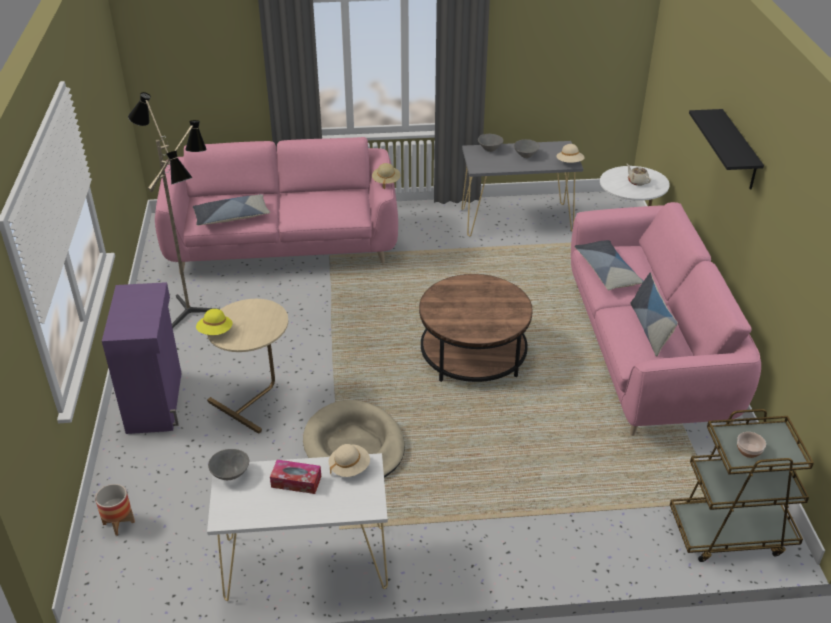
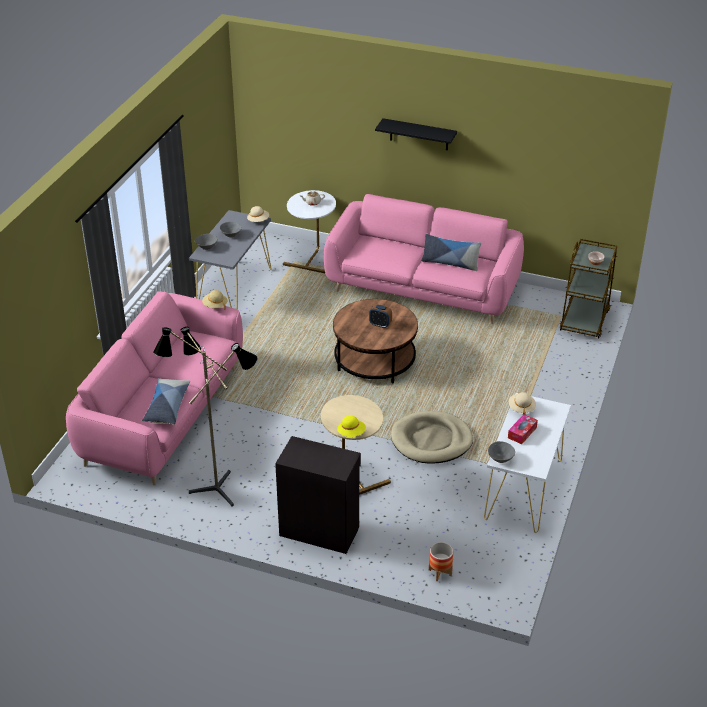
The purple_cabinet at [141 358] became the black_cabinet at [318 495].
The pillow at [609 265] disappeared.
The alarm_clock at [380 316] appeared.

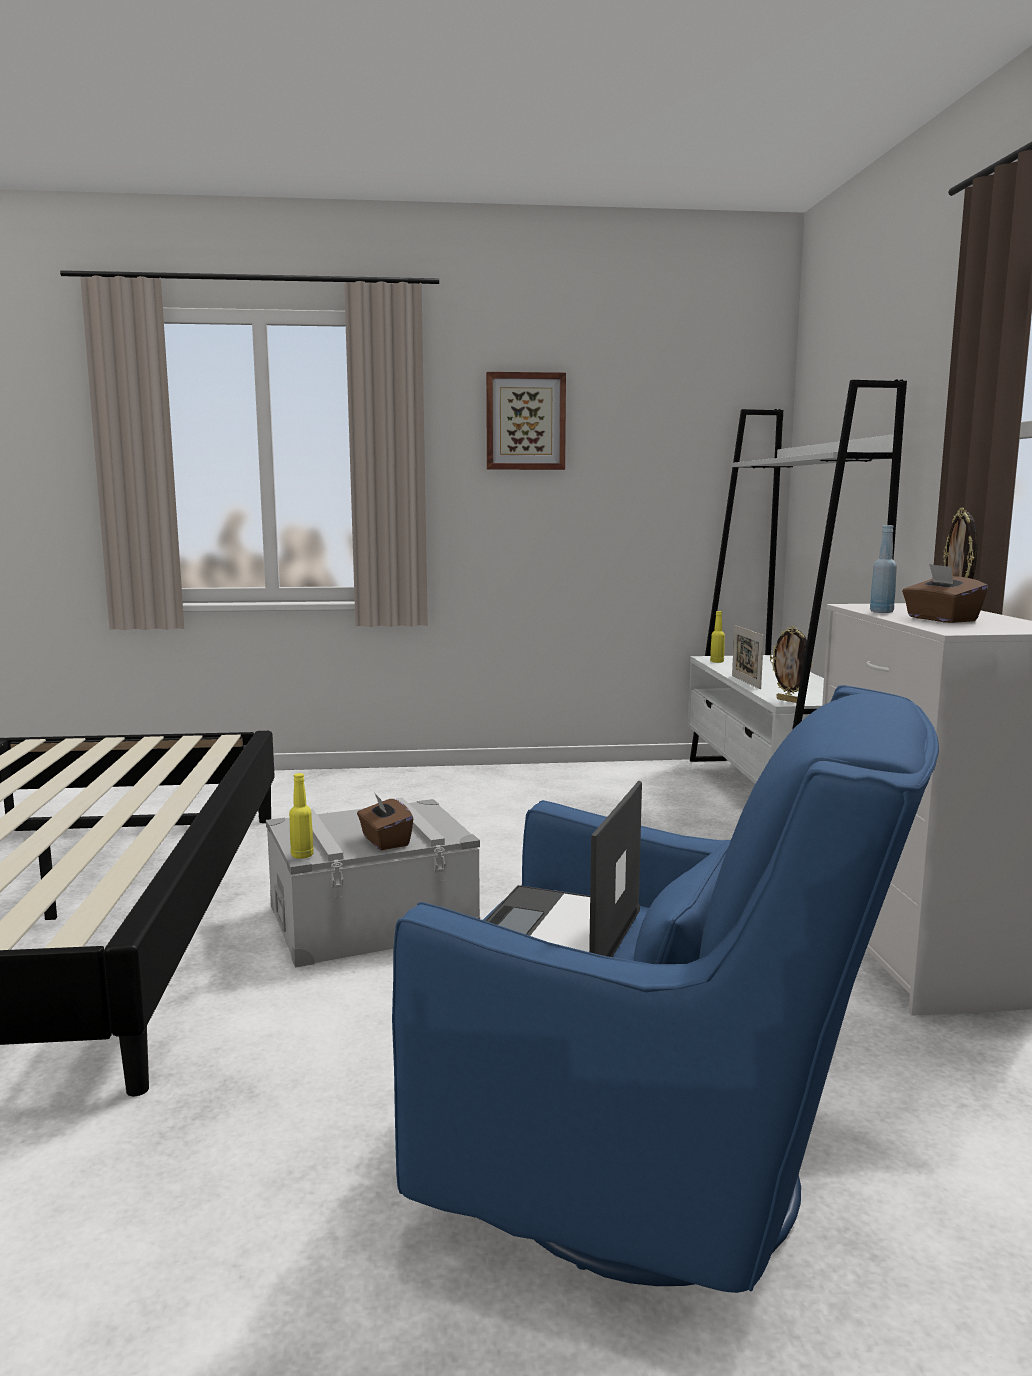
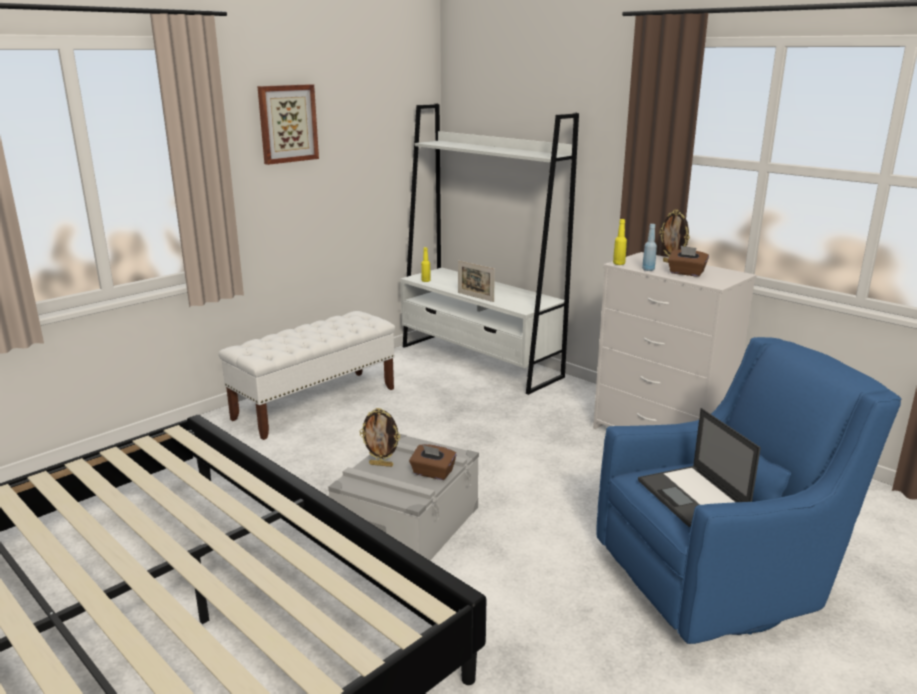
The yellow_bottle moved from [301 816] to [620 242].
The picture_frame moved from [791 664] to [380 437].
The white_bench at [307 375] appeared.

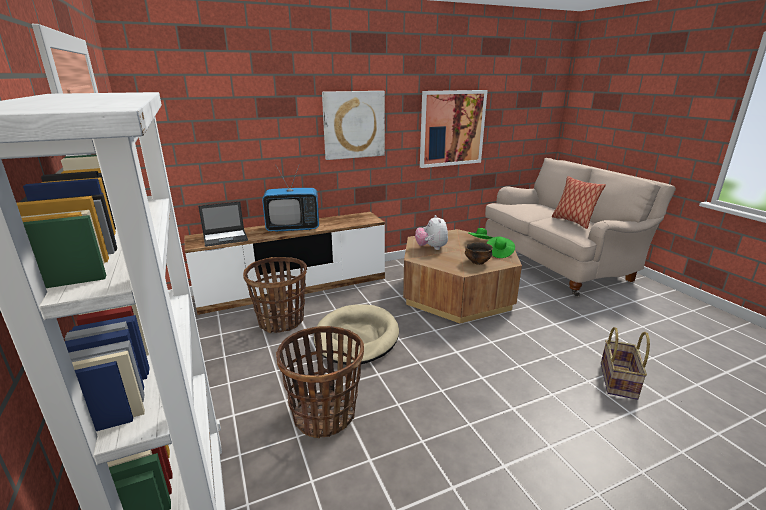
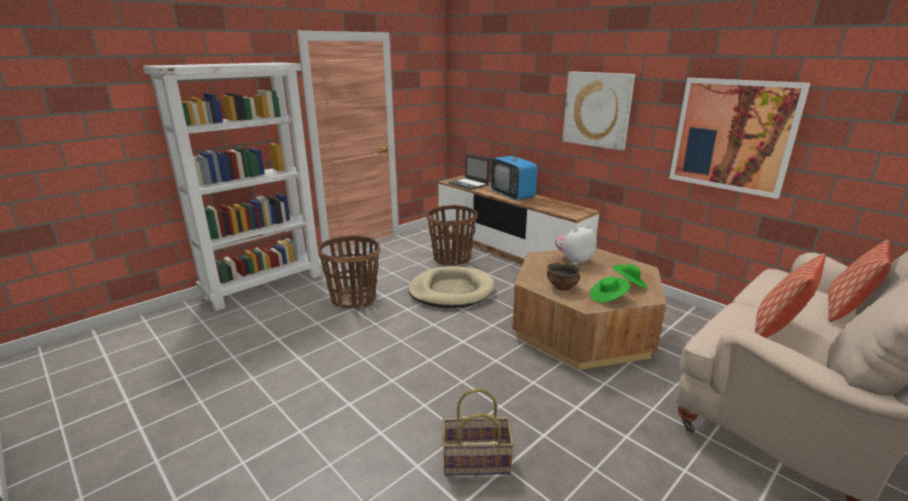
The pillow at [860 281] appeared.

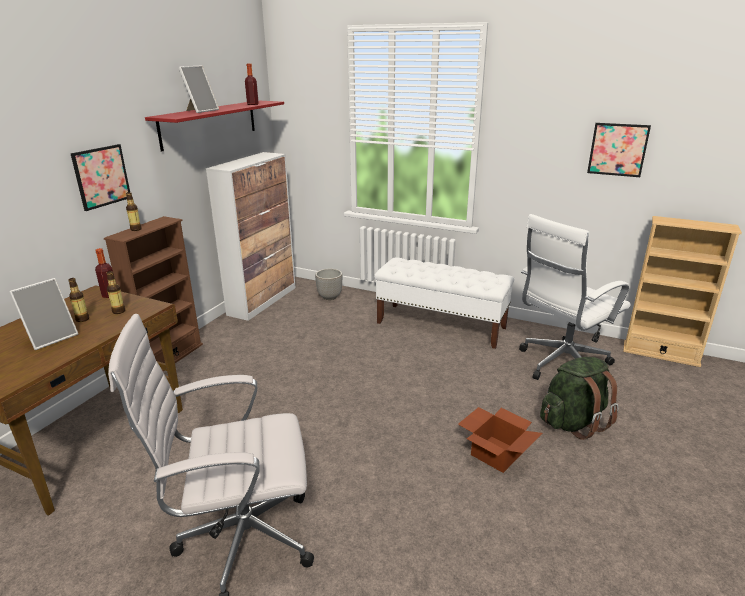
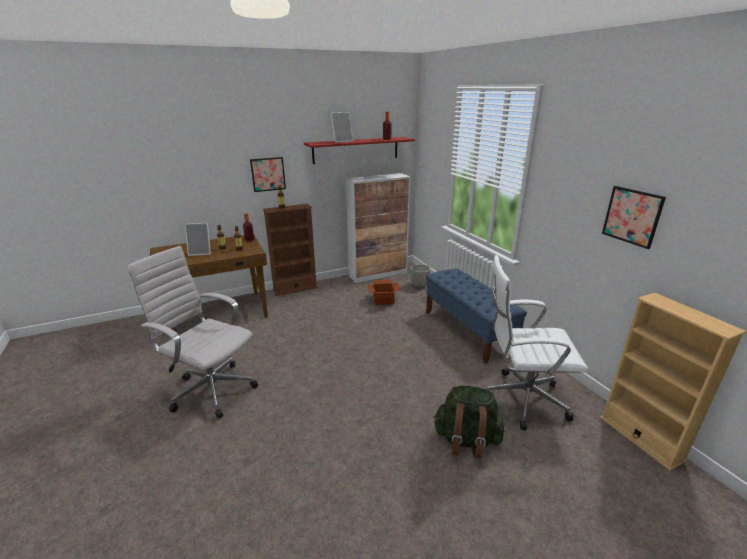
The white_bench at [444 303] became the blue_bench at [476 316].
The cardboard_box moved from [500 440] to [384 292].

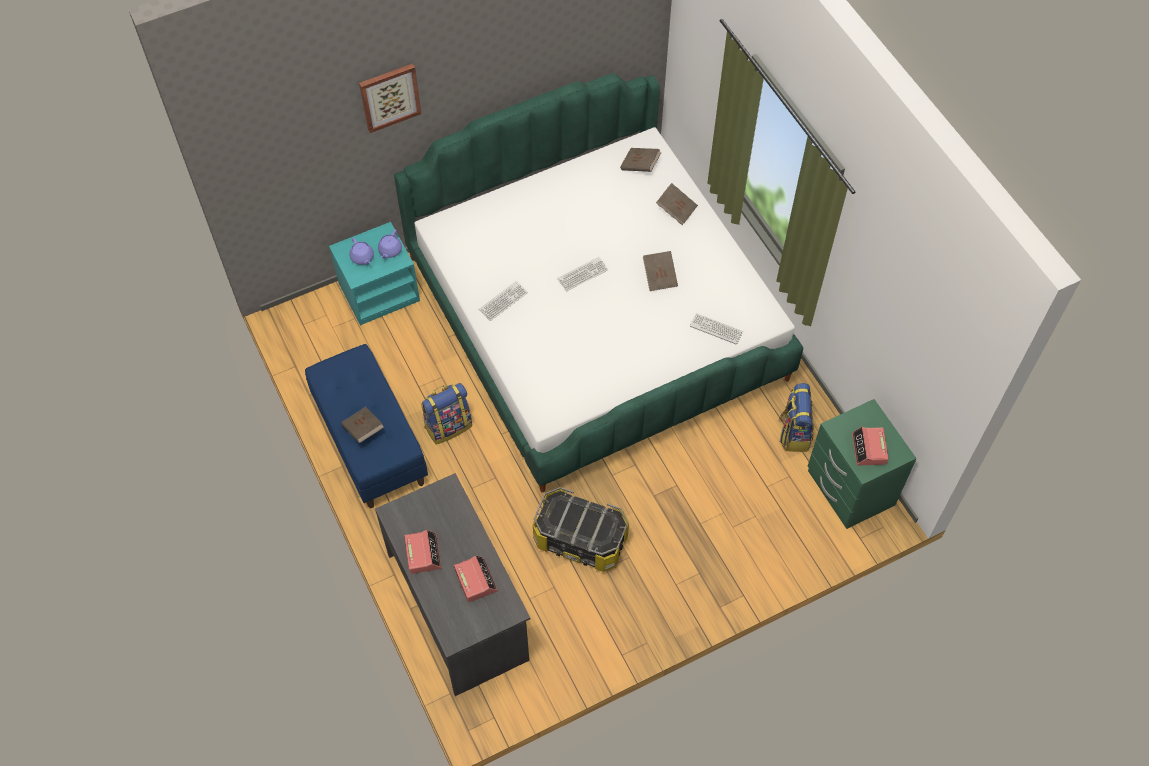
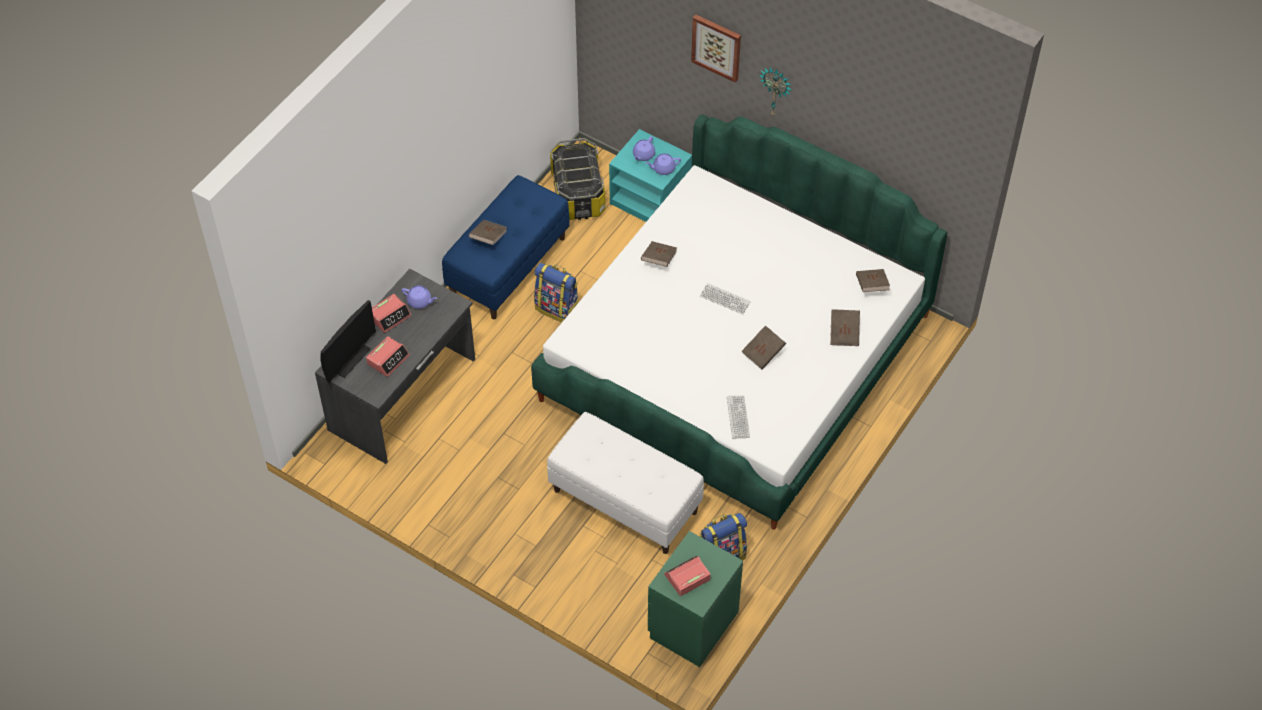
The keyboard at [503 301] was replaced by the brown_book at [659 254].
The storage_box moved from [581 529] to [578 179].
The monitor at [348 341] appeared.
The purple_teapot at [419 297] appeared.
The white_bench at [625 483] appeared.
The wall_clock at [775 92] appeared.

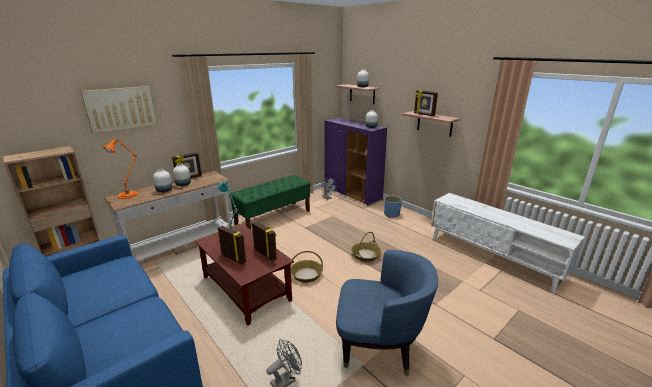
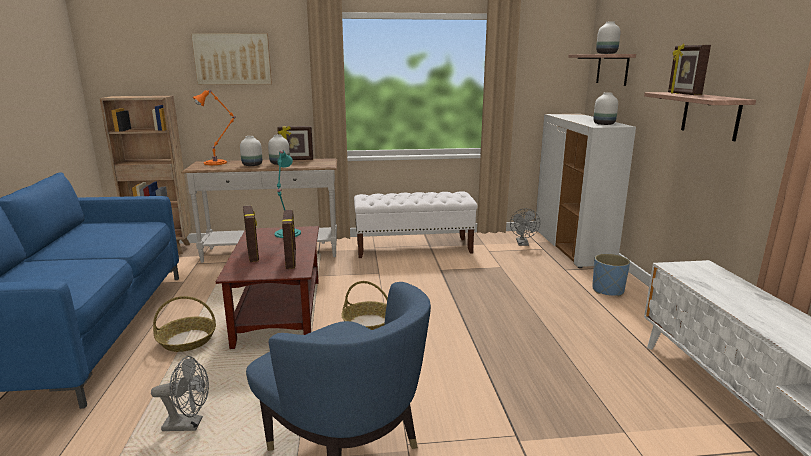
The green_bench at [270 202] became the white_bench at [416 224].
The purple_cabinet at [355 161] became the white_cabinet at [585 191].
The basket moved from [366 247] to [184 324].

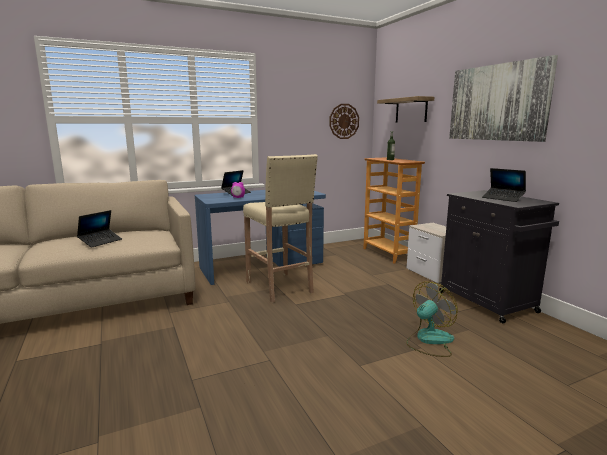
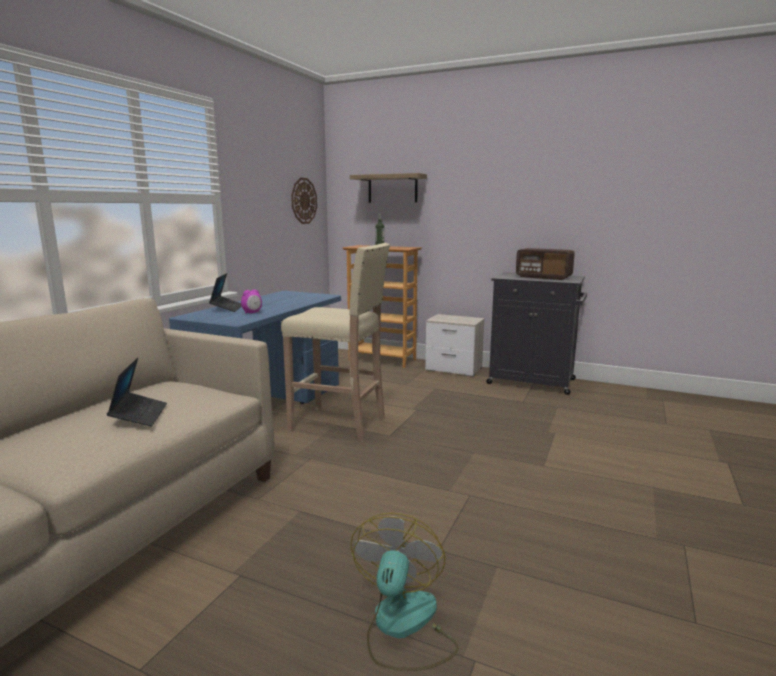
The fan moved from [432 319] to [404 592].
The picture at [503 98] disappeared.
The laptop at [504 185] was replaced by the radio at [545 264].

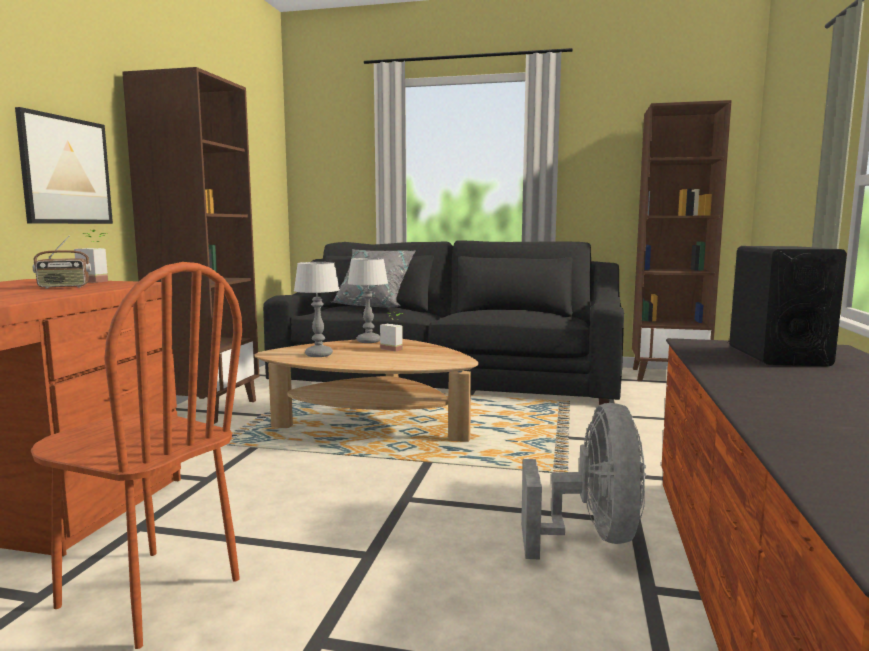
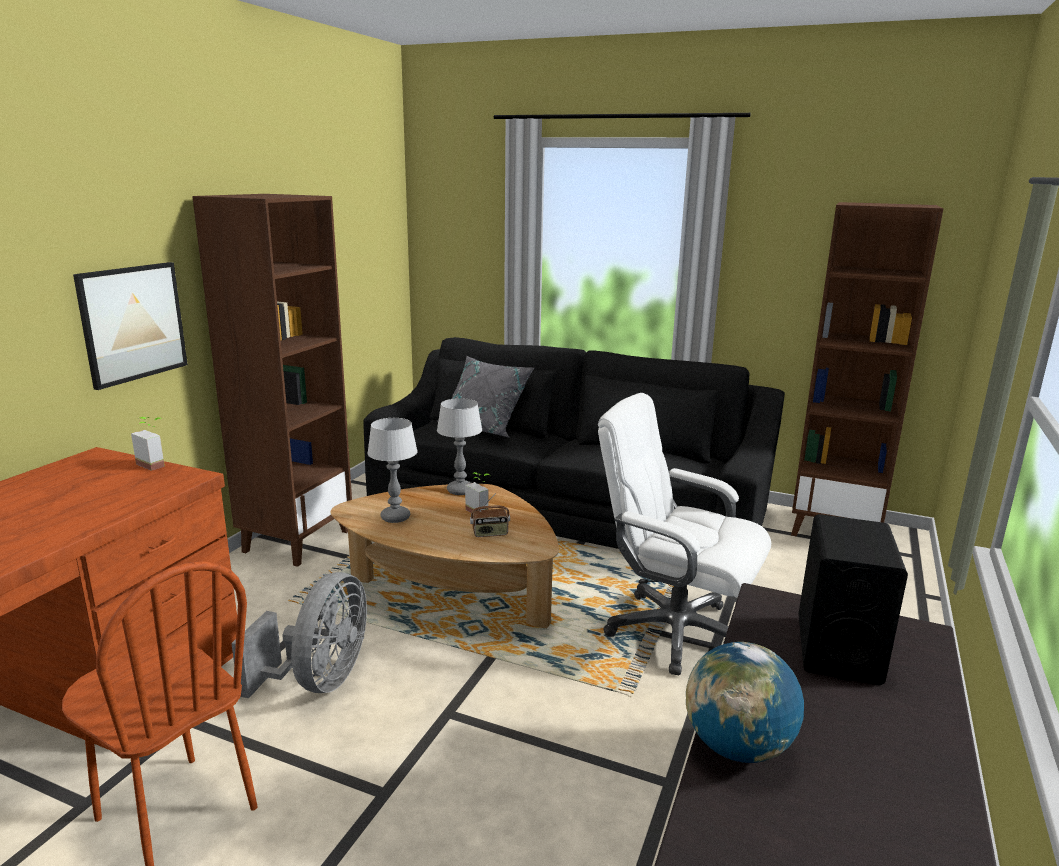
The radio moved from [62 262] to [490 515].
The grey_fan moved from [583 481] to [299 635].
The white_office_chair at [684 534] appeared.
The globe at [745 702] appeared.

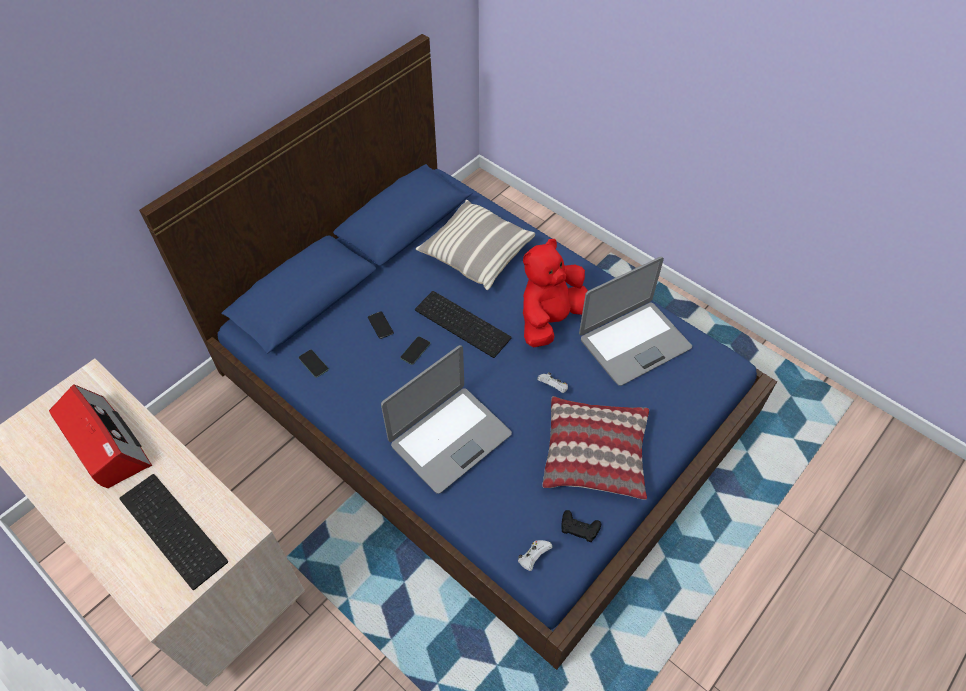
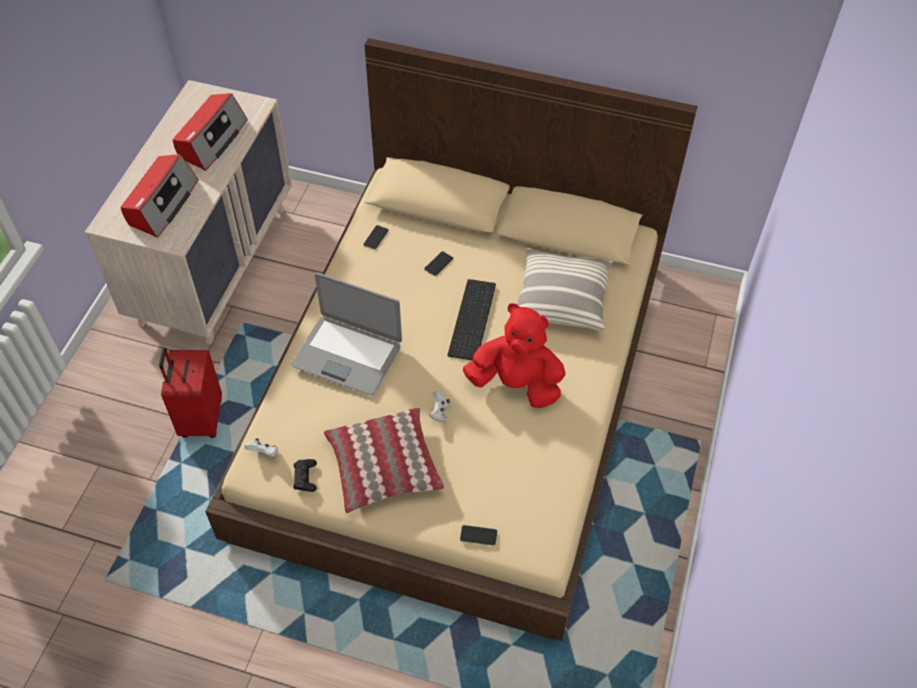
The keyboard at [173 532] was replaced by the radio at [159 196].
The blue_bed at [458 352] became the beige_bed at [451 339].
The phone moved from [415 350] to [478 535].
The laptop at [635 321] disappeared.
The red_suitcase at [190 393] appeared.

